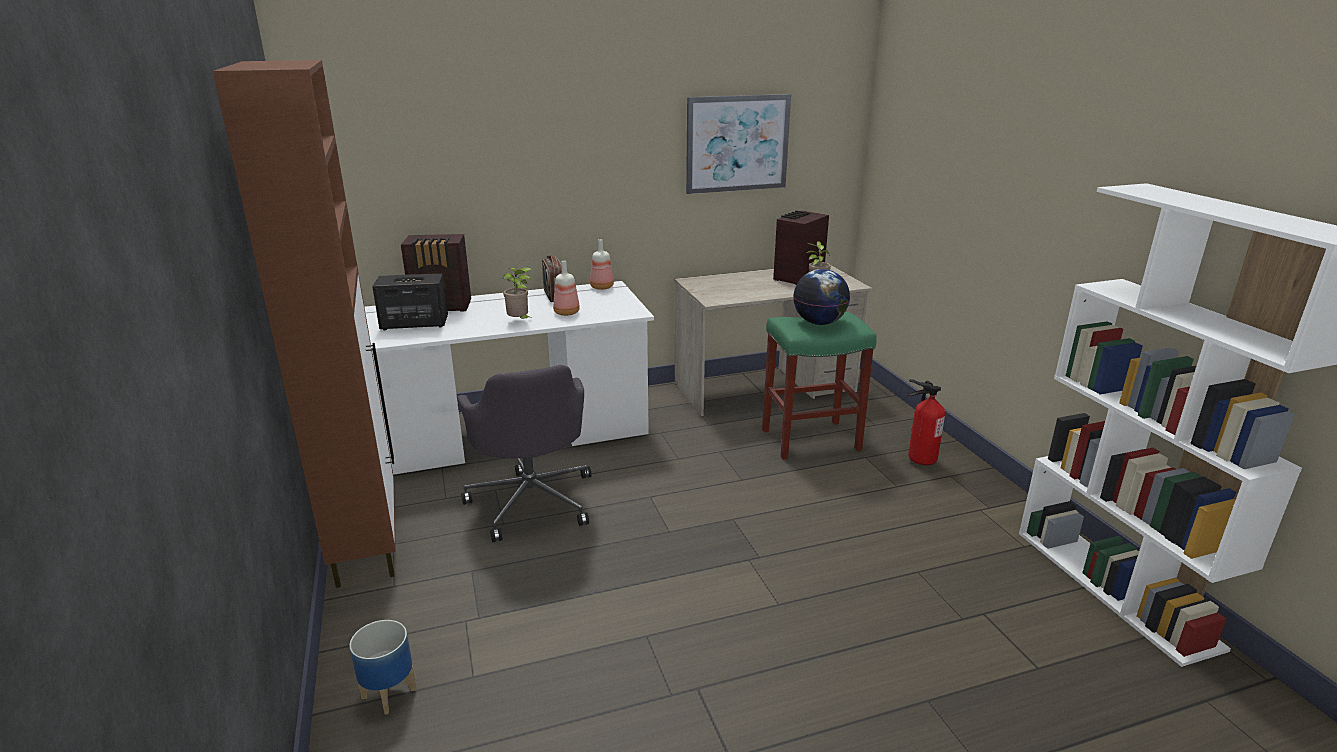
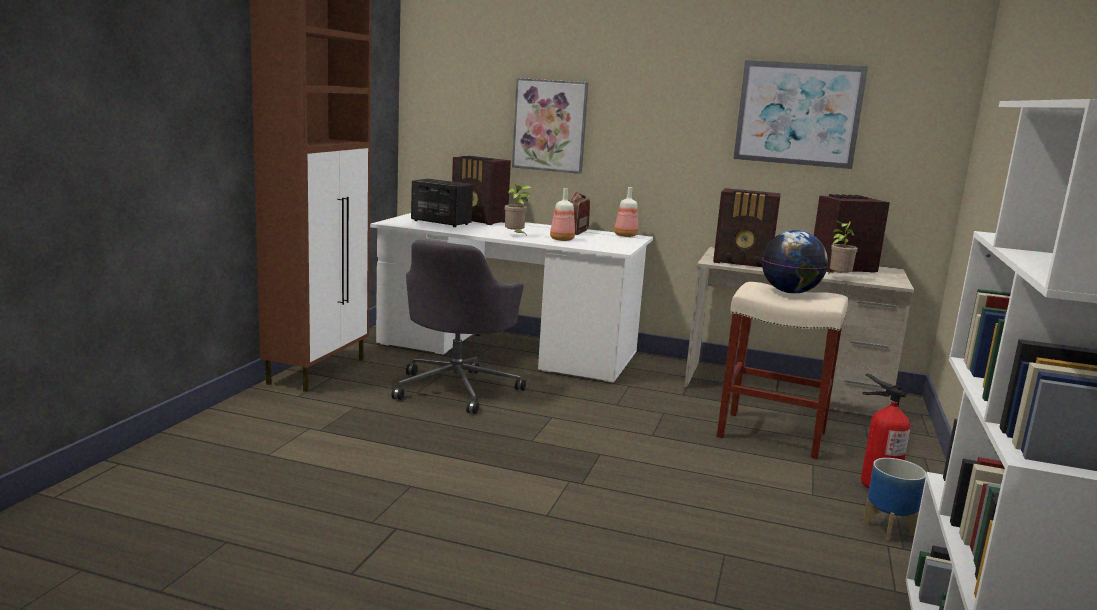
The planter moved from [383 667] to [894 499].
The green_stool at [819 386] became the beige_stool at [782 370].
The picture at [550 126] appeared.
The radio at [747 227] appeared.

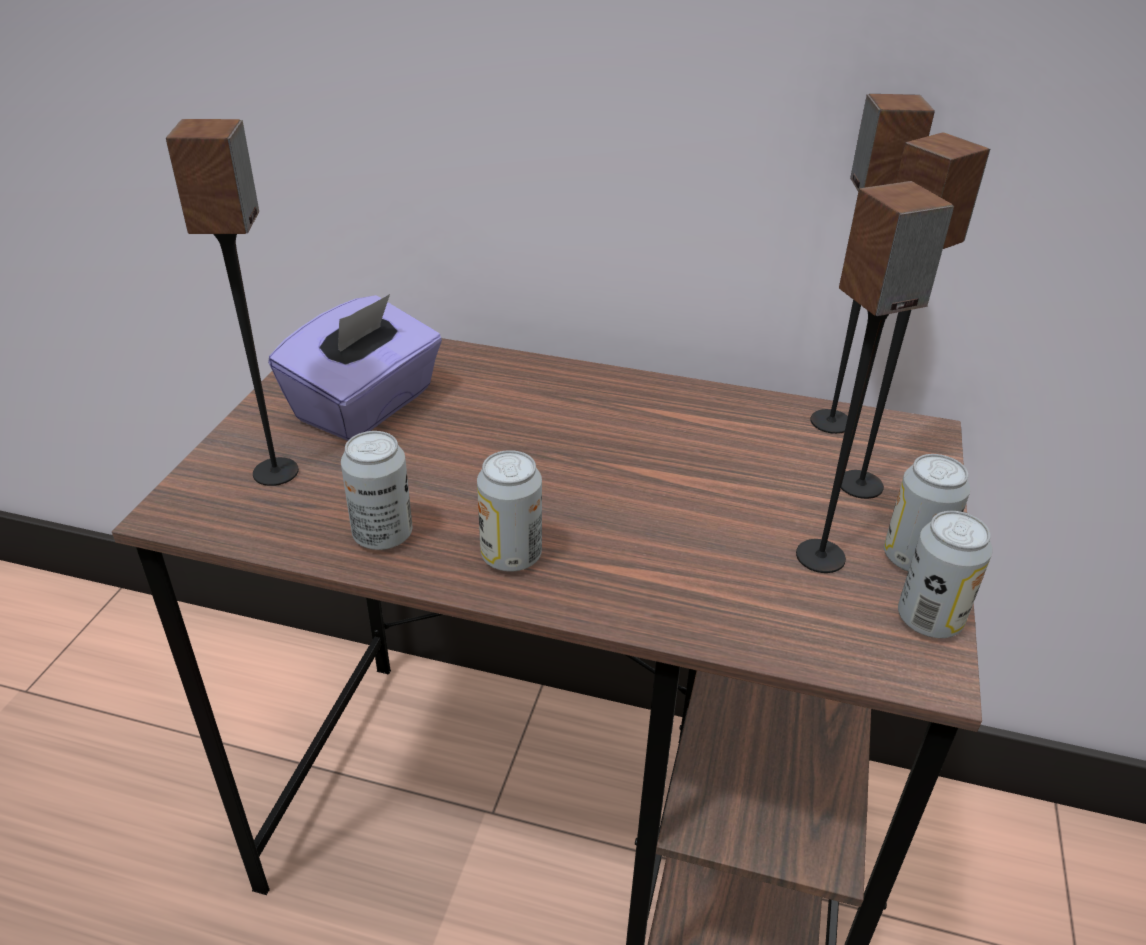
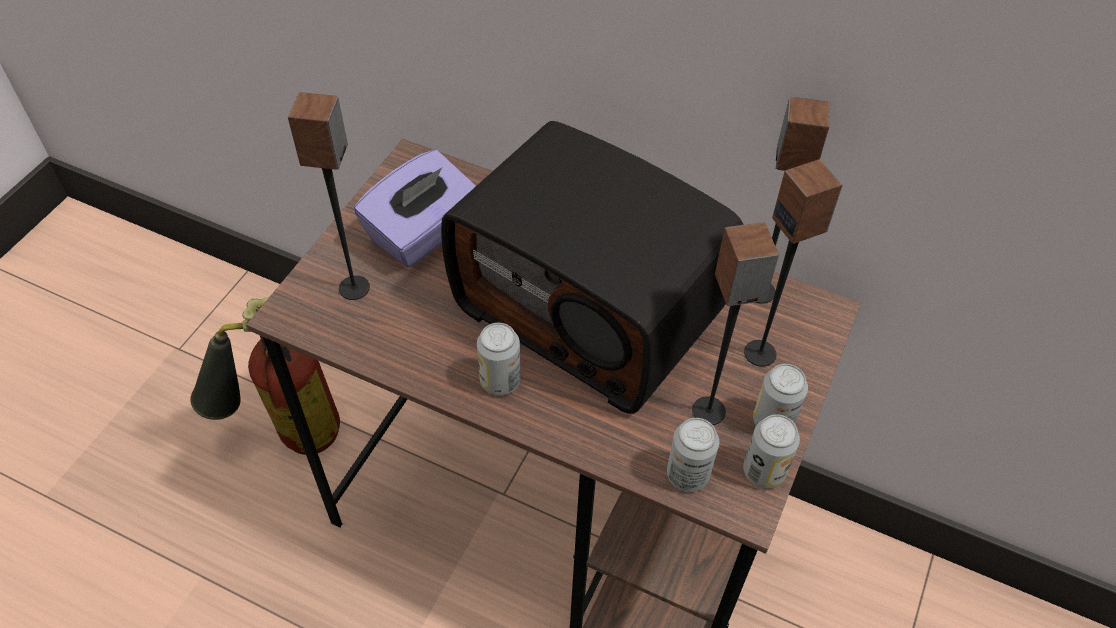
The can moved from [376 490] to [693 455].
The fire_extinguisher at [265 376] appeared.
The radio at [592 267] appeared.

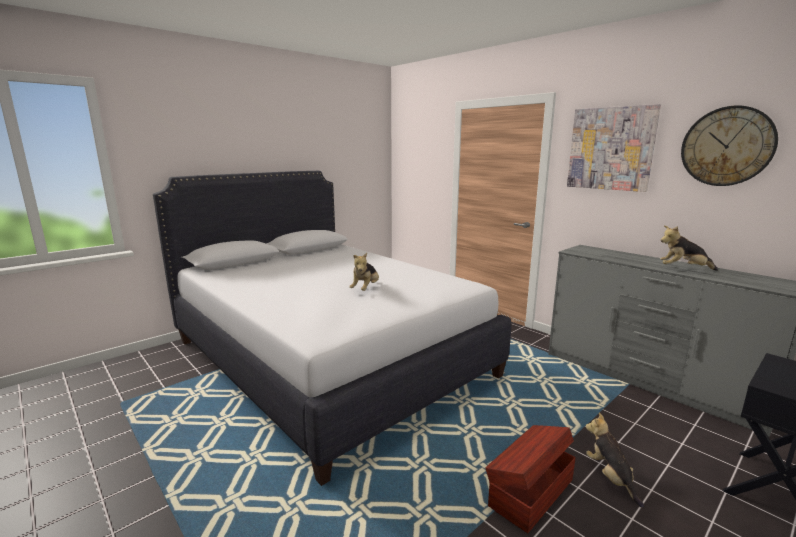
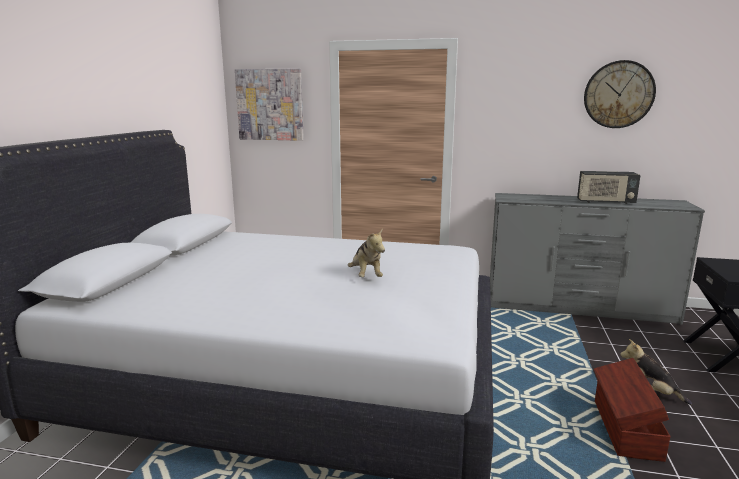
The picture moved from [614 148] to [269 104].
The plush_toy at [689 248] was replaced by the radio at [608 187].

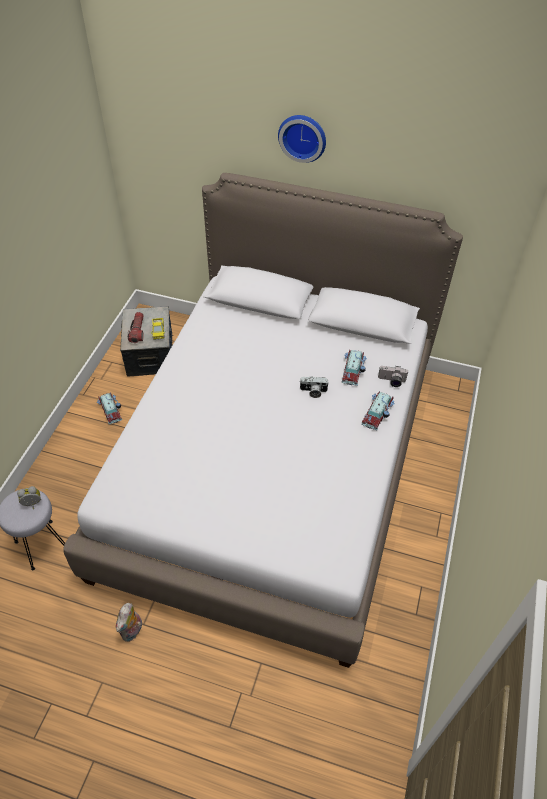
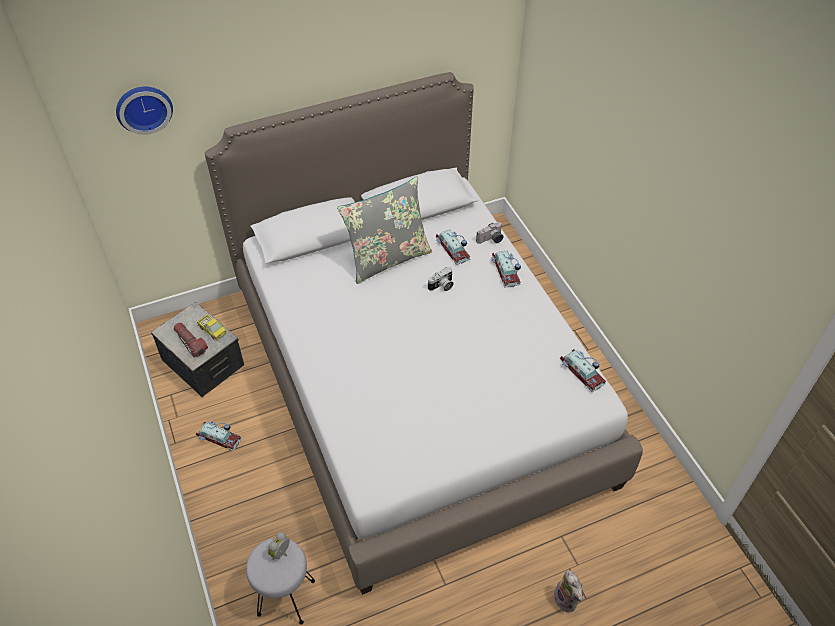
The plush_toy moved from [129 622] to [567 591].
The wall_clock moved from [302 139] to [144 111].
The grey_pillow at [384 230] appeared.
The toy_car at [583 370] appeared.

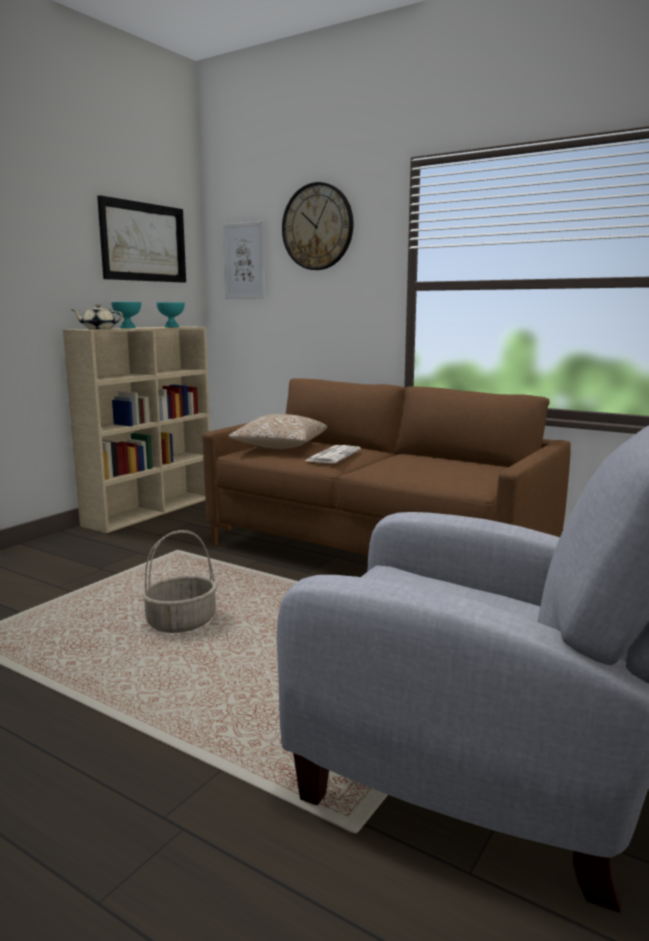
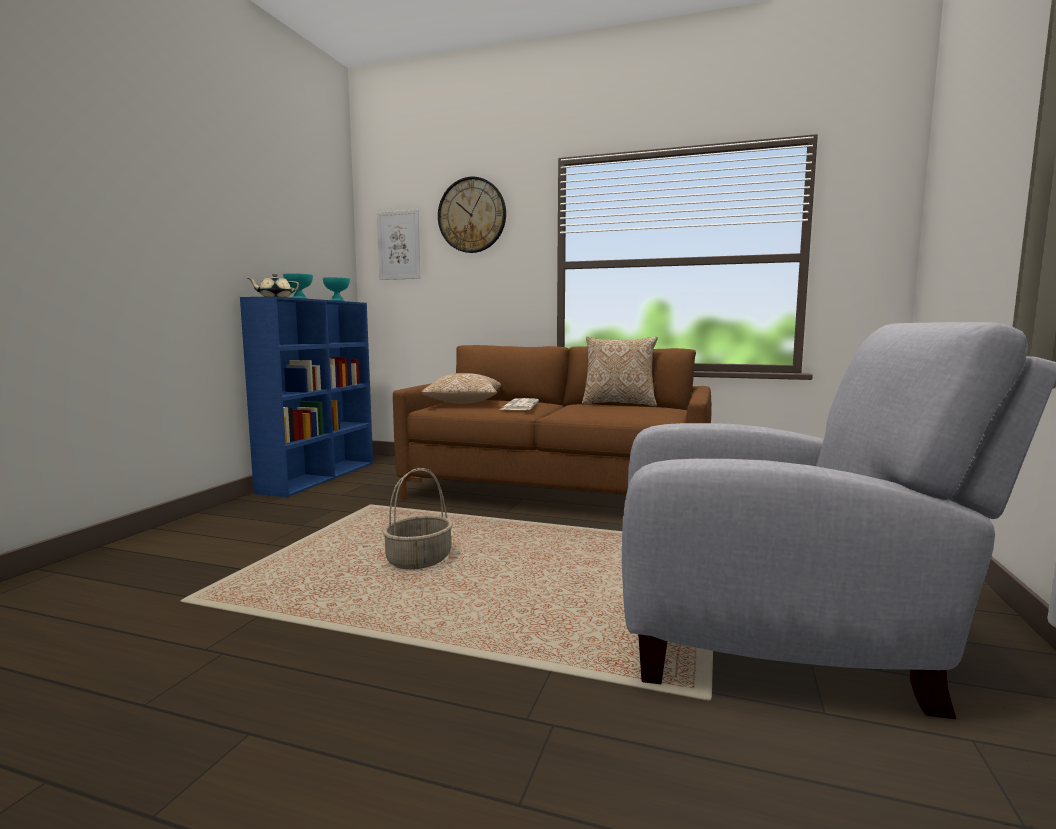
The beige_bookcase at [136 429] became the blue_bookcase at [306 396].
The picture at [141 239] disappeared.
The pillow at [620 372] appeared.

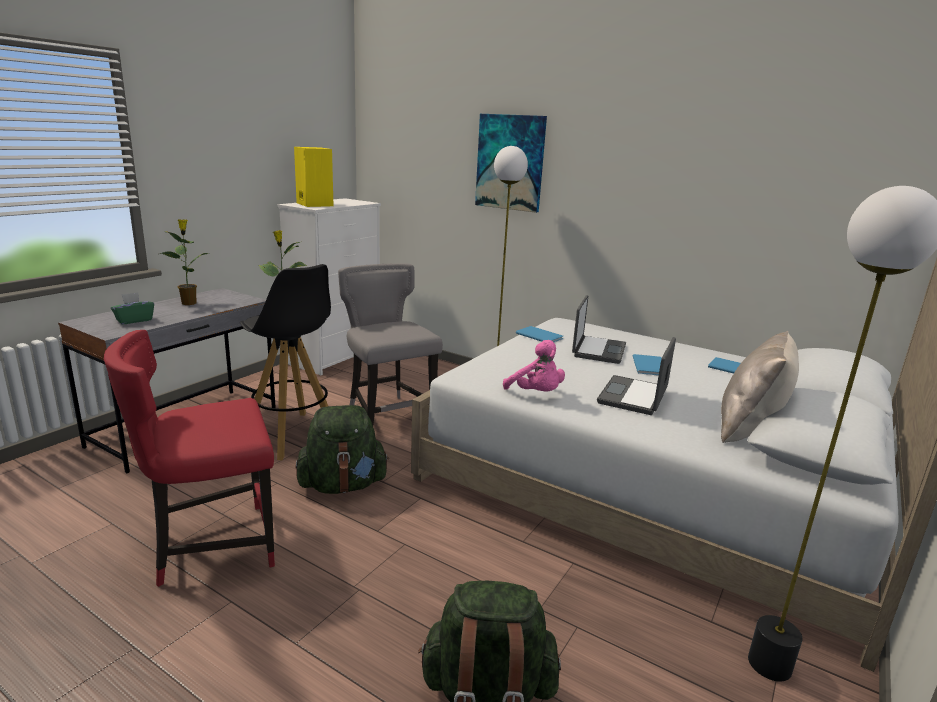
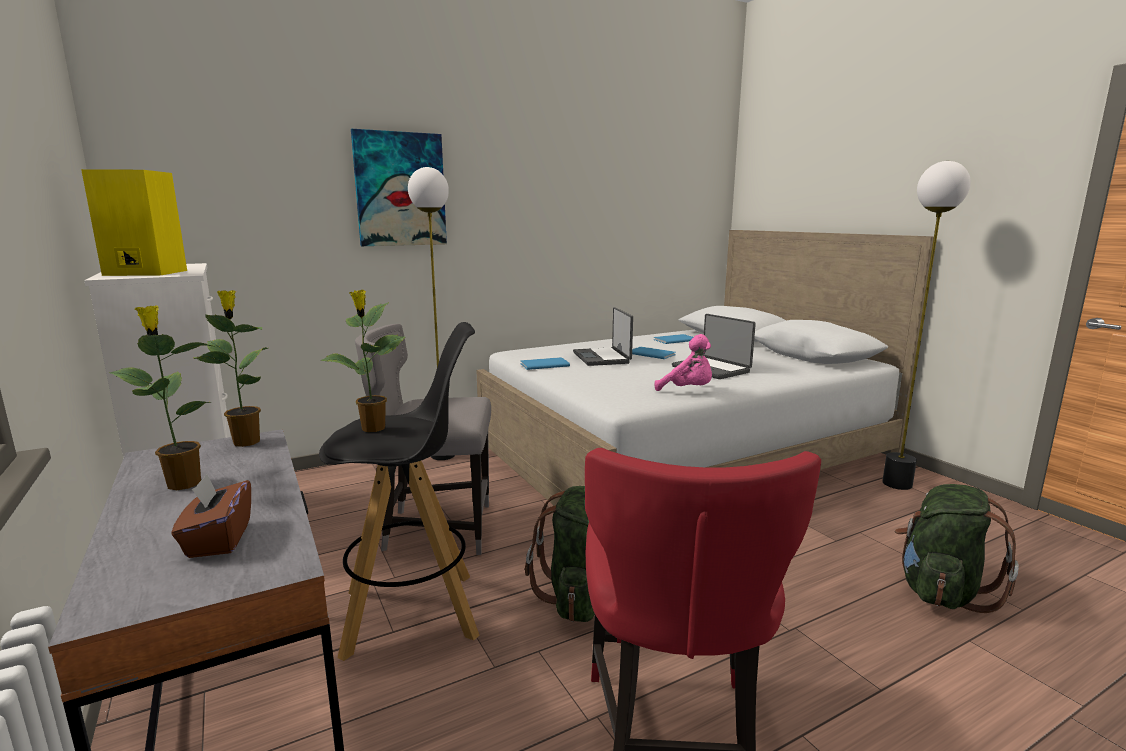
The green_tissue_box at [132 308] became the brown_tissue_box at [211 516].
The pink_plush_toy at [534 366] turned 45 degrees clockwise.
The laptop at [599 329] turned 150 degrees counterclockwise.
The beige_pillow at [760 387] disappeared.
The potted_plant at [231 368] appeared.

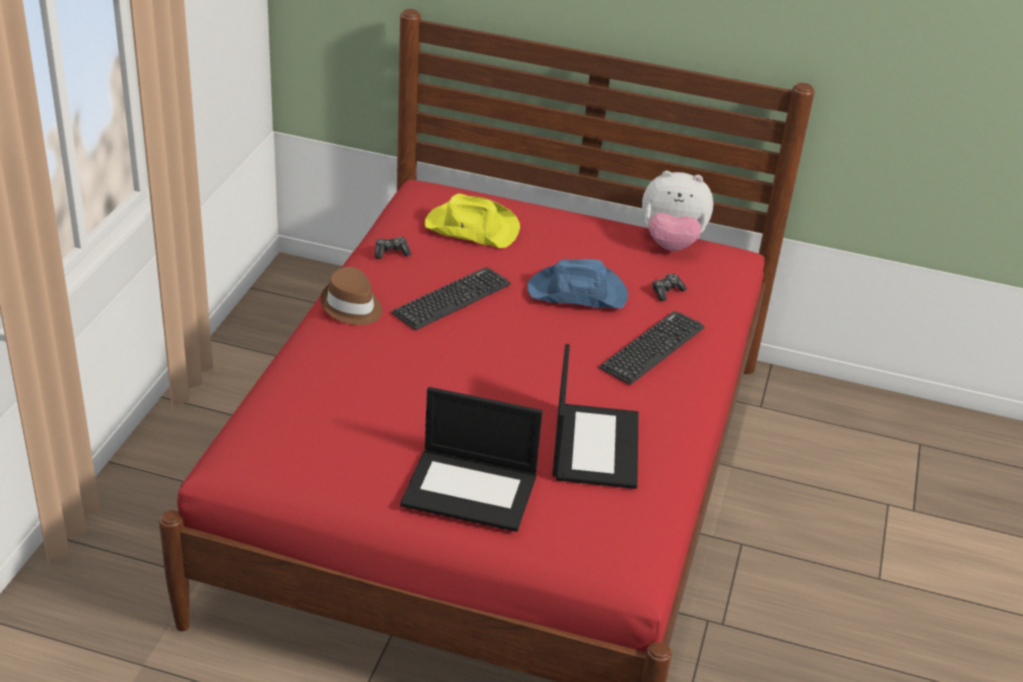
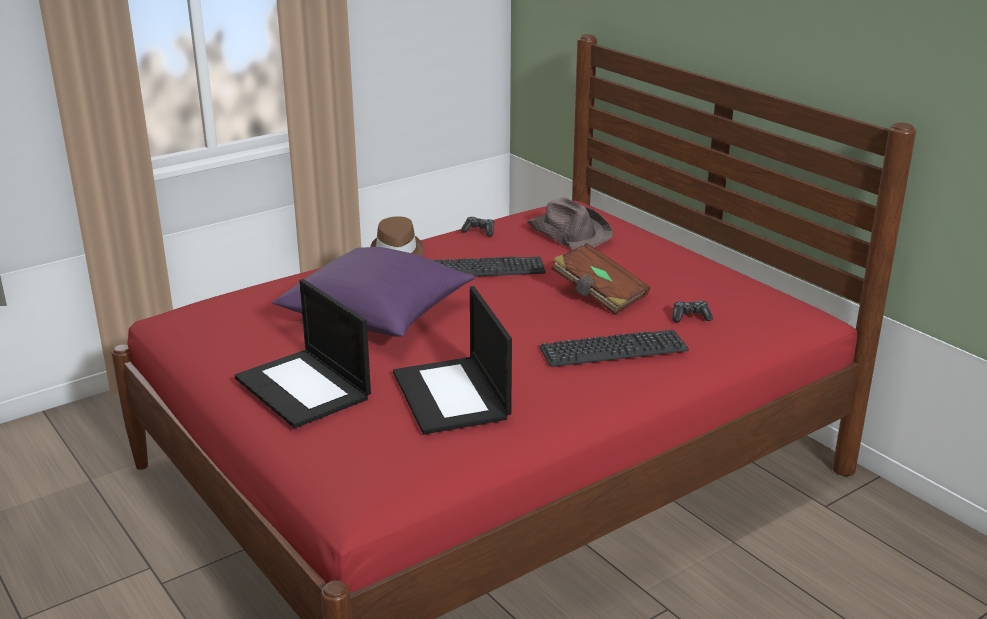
The yellow_hat at [472 221] became the brown_hat at [570 223].
The blue_hat at [577 284] was replaced by the brown_book at [600 279].
The laptop at [596 416] turned 120 degrees clockwise.
The plush_toy at [677 211] disappeared.
The purple_pillow at [373 292] appeared.

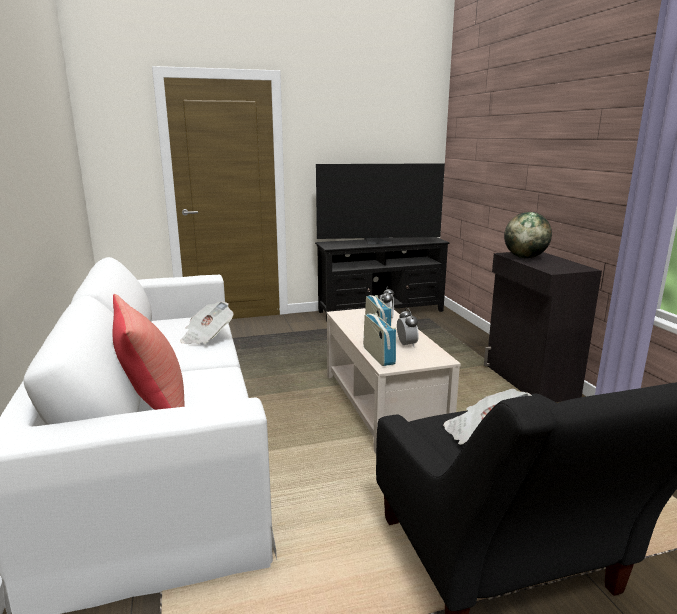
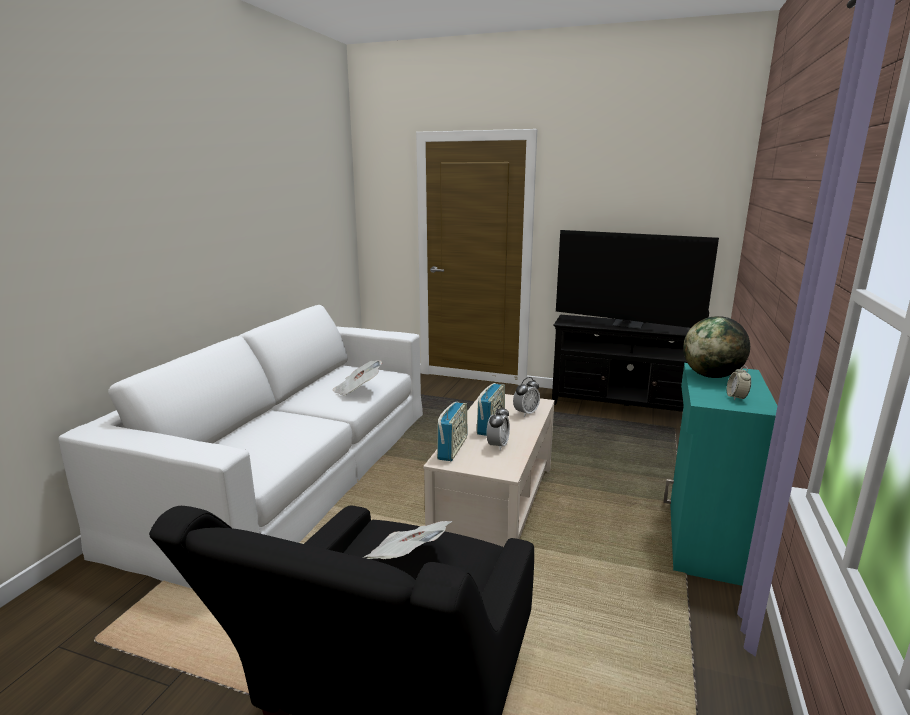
The red_pillow at [148 352] disappeared.
The black_cabinet at [543 327] became the turquoise_cabinet at [720 474].
The alarm_clock at [739 383] appeared.

